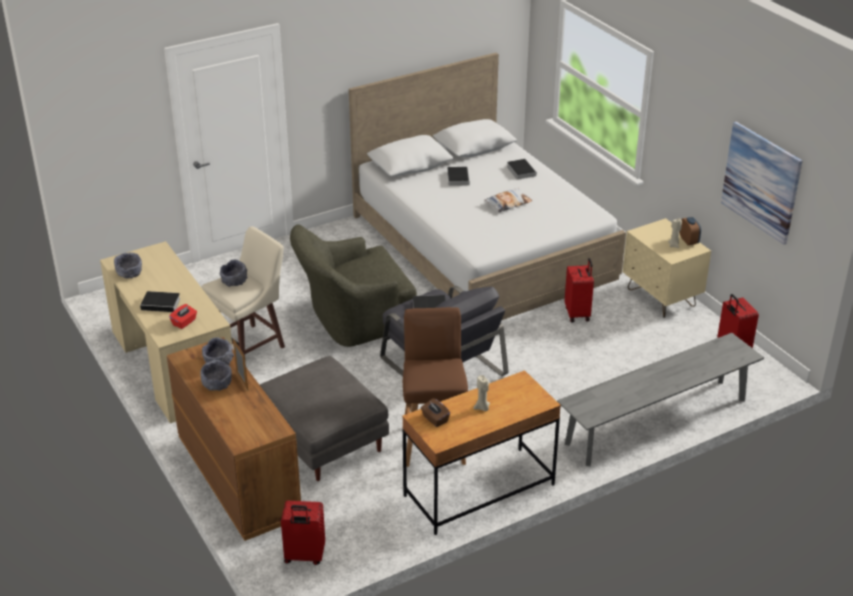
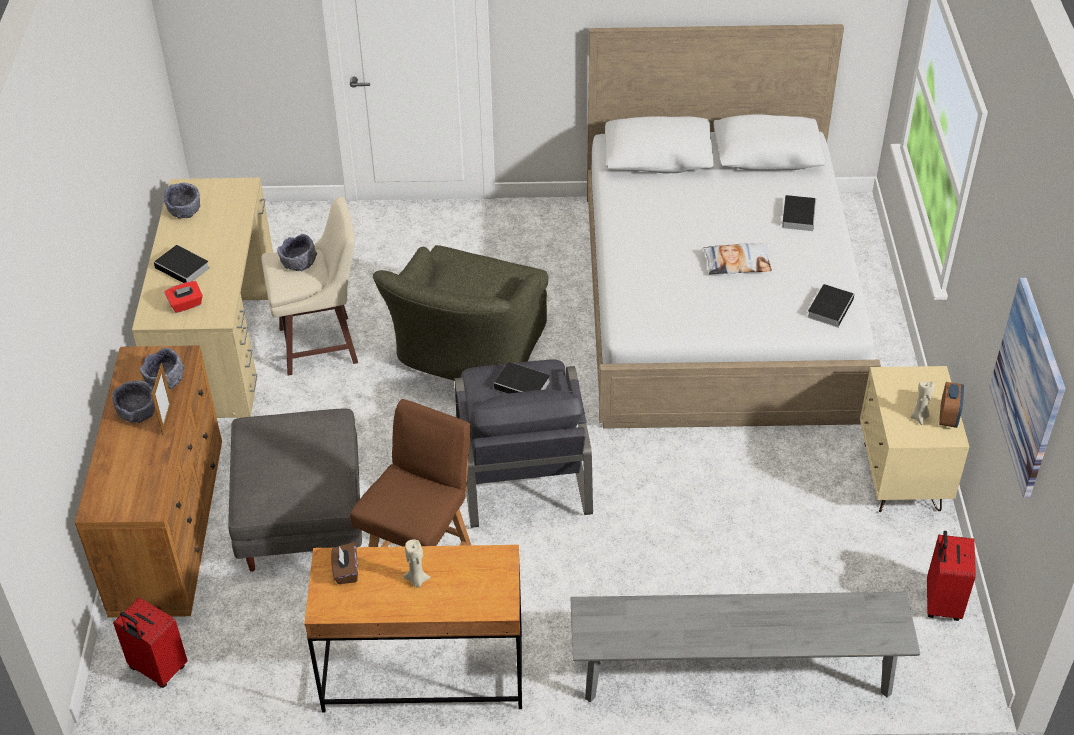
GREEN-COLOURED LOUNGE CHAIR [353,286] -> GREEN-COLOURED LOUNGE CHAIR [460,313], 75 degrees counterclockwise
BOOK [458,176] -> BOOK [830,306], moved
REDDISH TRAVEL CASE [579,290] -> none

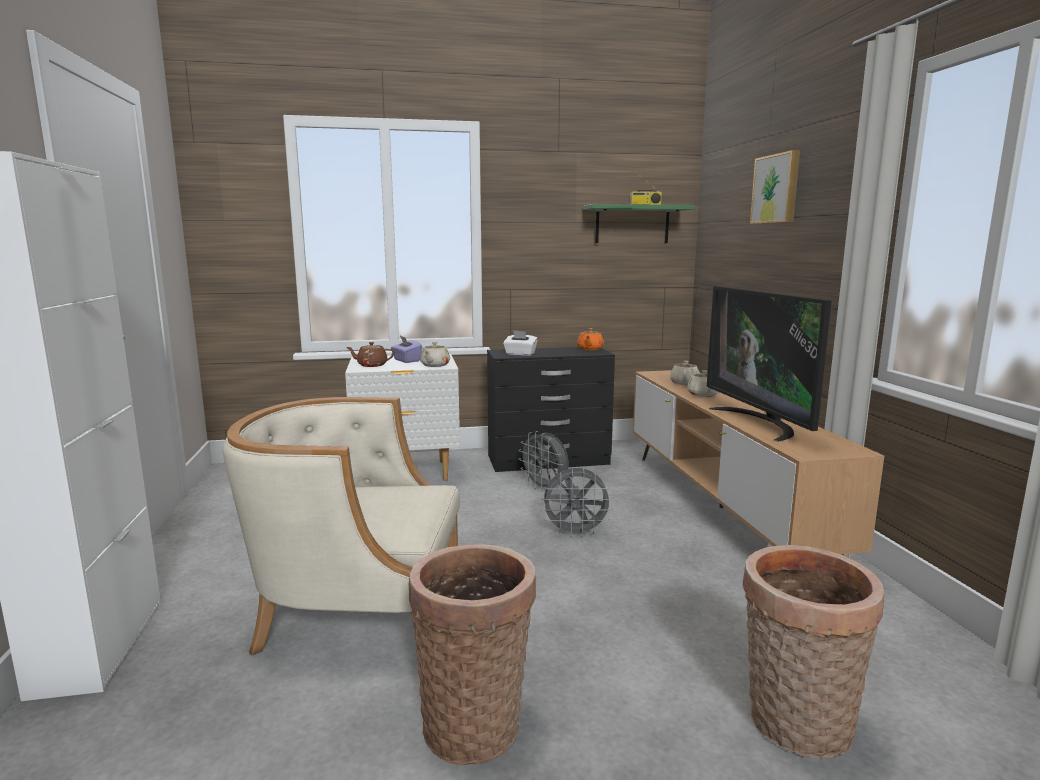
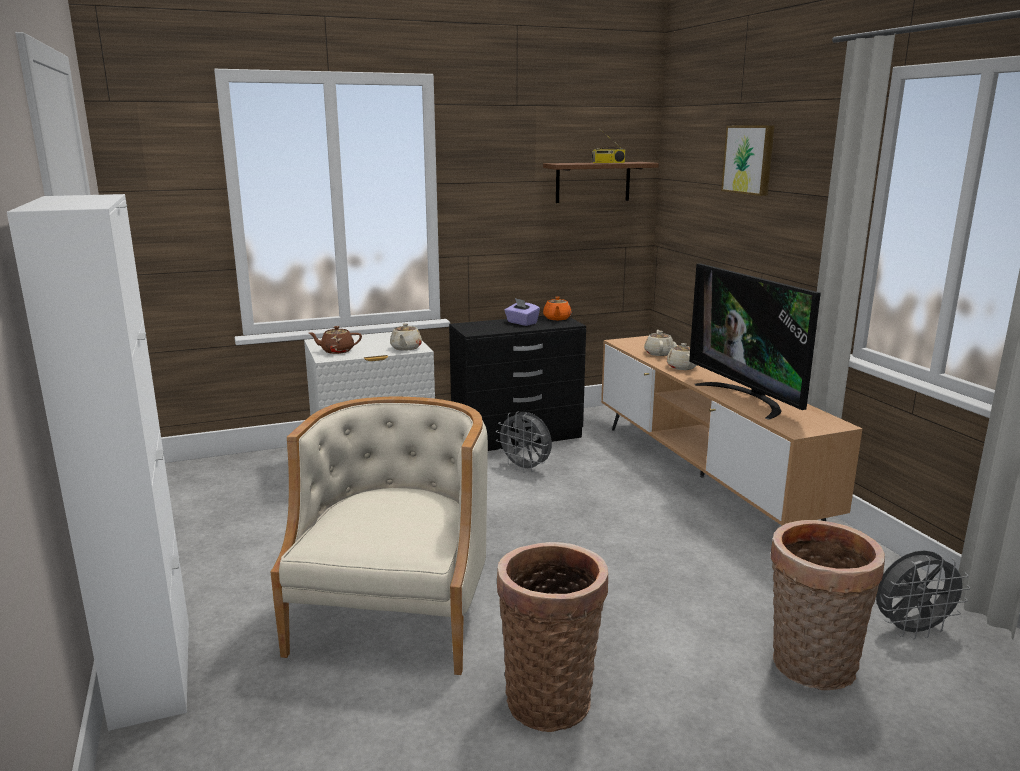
SAND-COLOURED LOUNGE CHAIR [341,526] -> SAND-COLOURED LOUNGE CHAIR [379,536], 105 degrees clockwise
PURPLE-COLOURED BOX OF TISSUES [406,349] -> PURPLE-COLOURED BOX OF TISSUES [522,312], moved
WHITE BOX OF TISSUES [520,343] -> none
GREYISH COOLING FAN [577,503] -> GREYISH COOLING FAN [923,594], moved
GREEN-COLOURED WALL SHELF [639,223] -> BROWN WALL SHELF [601,182]

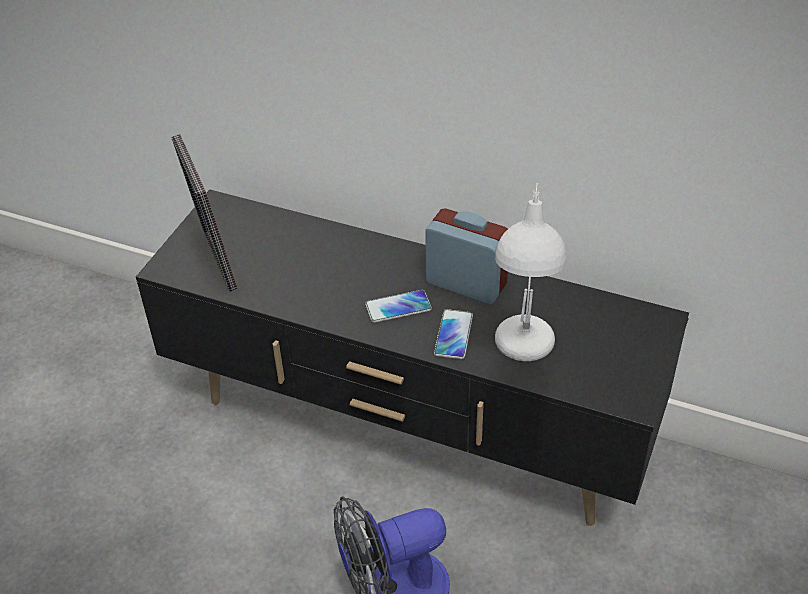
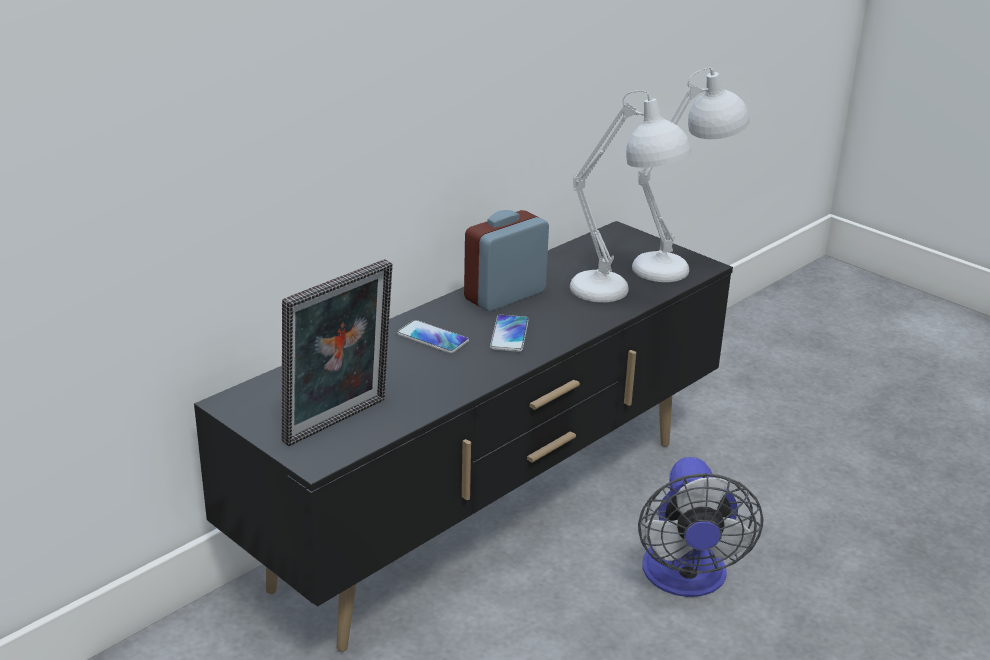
PICTURE FRAME [205,213] -> PICTURE FRAME [337,352], 45 degrees counterclockwise
TELEPHONE [453,334] -> TELEPHONE [433,337], moved
none -> WHITE LAMP FOR A TABLE [691,174]

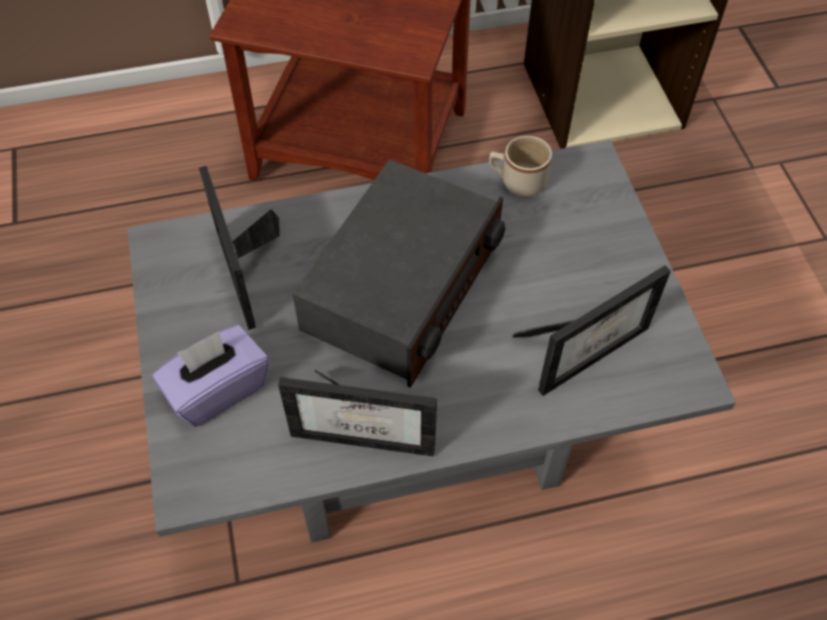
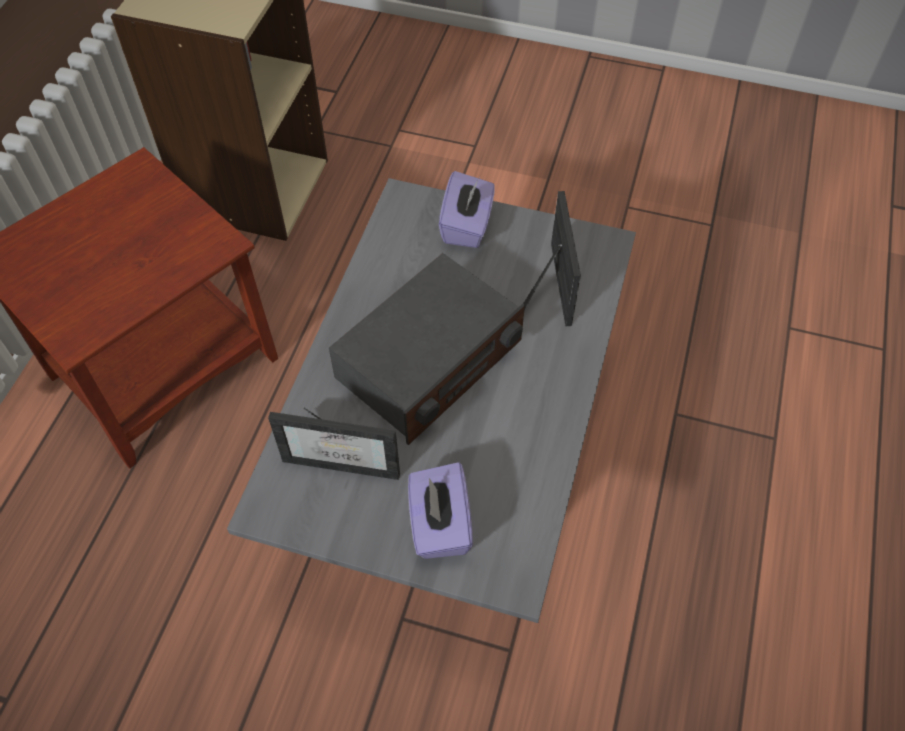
PICTURE FRAME [357,413] -> none
RADIO [399,273] -> RADIO [427,349], 75 degrees clockwise
SAND-COLOURED MUG [520,166] -> none
none -> PURPLE-COLOURED BOX OF TISSUES [467,209]

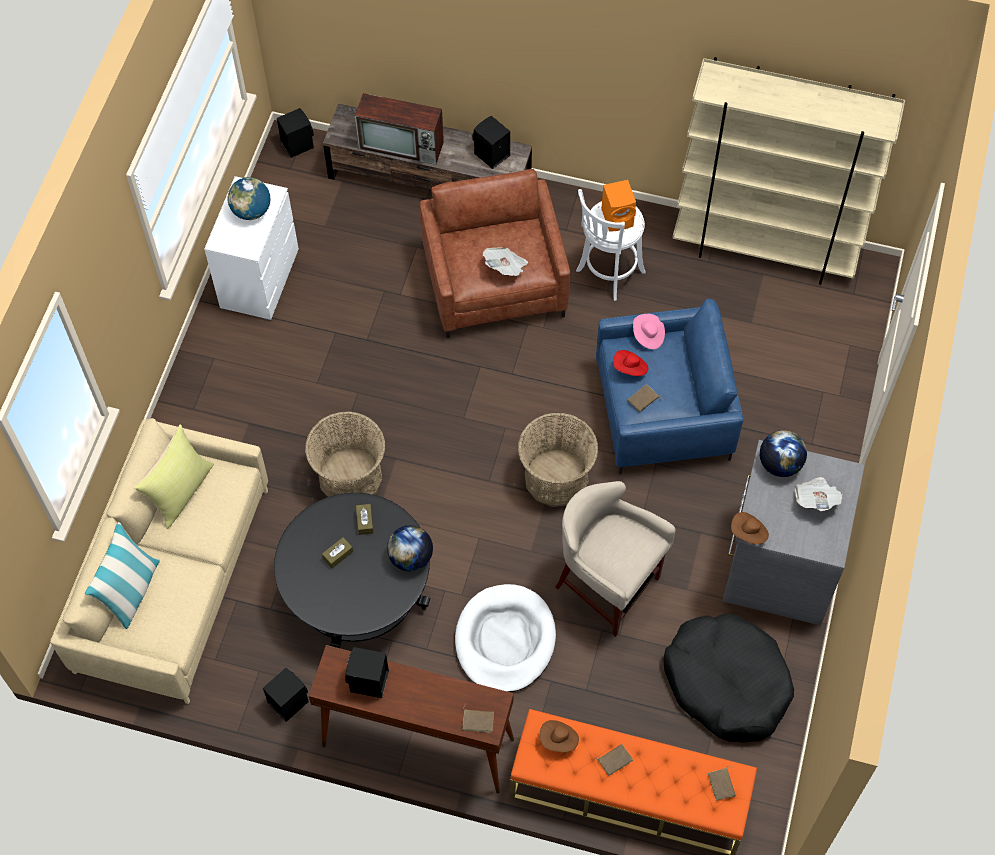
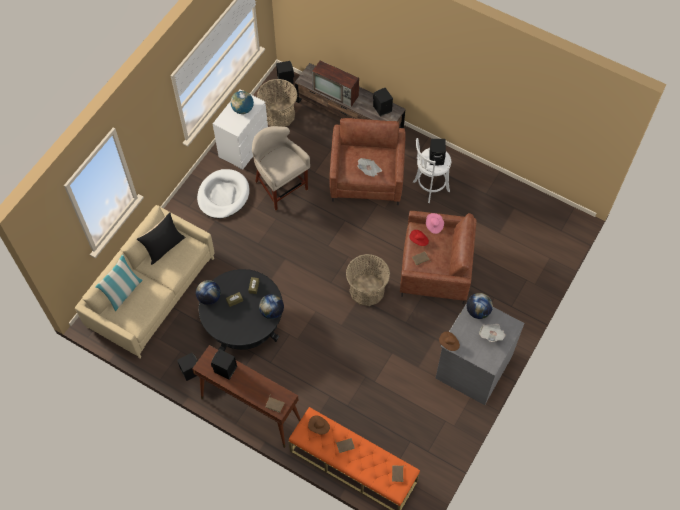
YELLOWISH THROW PILLOW [174,476] -> BLACK THROW PILLOW [161,238]
BASKET [345,454] -> BASKET [277,103], moved
WHITE DOG BED [505,638] -> WHITE DOG BED [223,194], moved
SAND-COLOURED SITTING STOOL [615,559] -> SAND-COLOURED SITTING STOOL [281,168], moved
BLUE-COLOURED LOUNGE CHAIR [669,386] -> BROWN LOUNGE CHAIR [438,257]
ORANGEY SPEAKER [618,206] -> BLACK SPEAKER [437,152]
BLACK DOG BED [728,678] -> none
SAND-COLOURED BOOKSHELF [788,171] -> none
none -> DESK GLOBE [208,292]

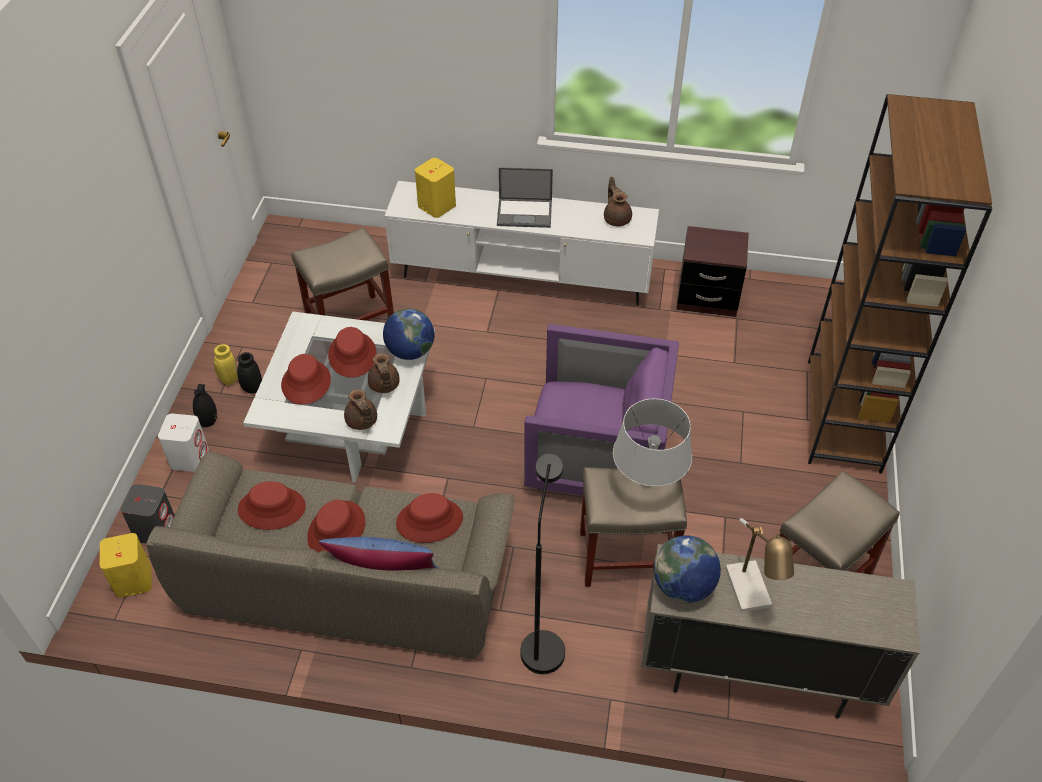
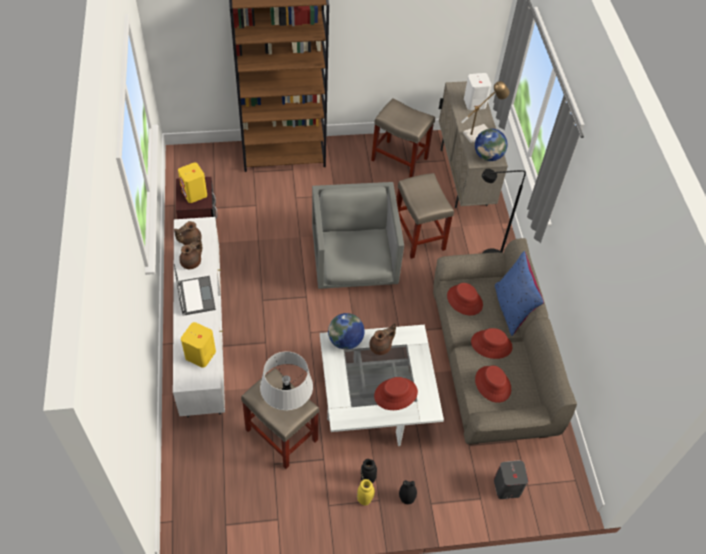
YELLOWISH SPEAKER [126,565] -> YELLOWISH SPEAKER [192,182], moved
WHITE SPEAKER [183,443] -> WHITE SPEAKER [477,91], moved
REDDISH HAT [352,352] -> none
BROWN POT FOR TEA [360,409] -> BROWN POT FOR TEA [190,252], moved
PURPLE-COLOURED LOUNGE CHAIR [601,409] -> GREYISH LOUNGE CHAIR [358,235]
GREYISH LAMP FOR A TABLE [652,442] -> GREYISH LAMP FOR A TABLE [286,380], moved

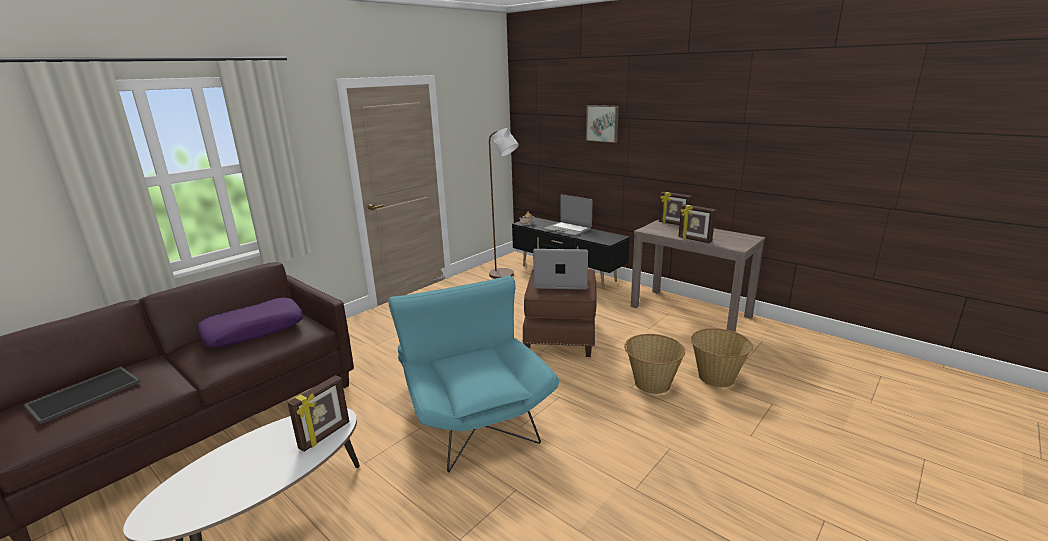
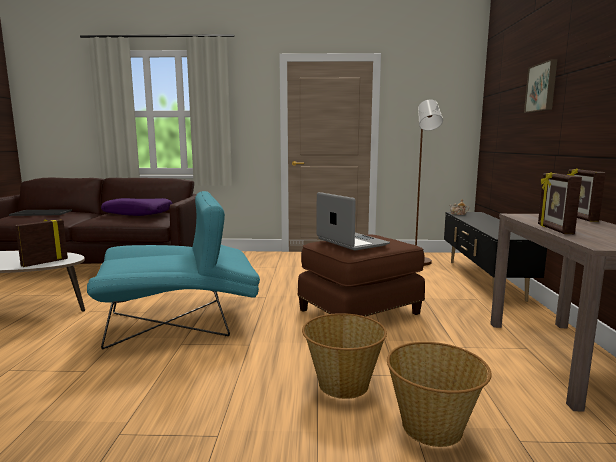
PICTURE FRAME [318,413] -> PICTURE FRAME [41,243], 135 degrees clockwise
BLUE-GREEN LOUNGE CHAIR [473,373] -> BLUE-GREEN LOUNGE CHAIR [173,270], 45 degrees clockwise
PORTABLE COMPUTER [568,215] -> none

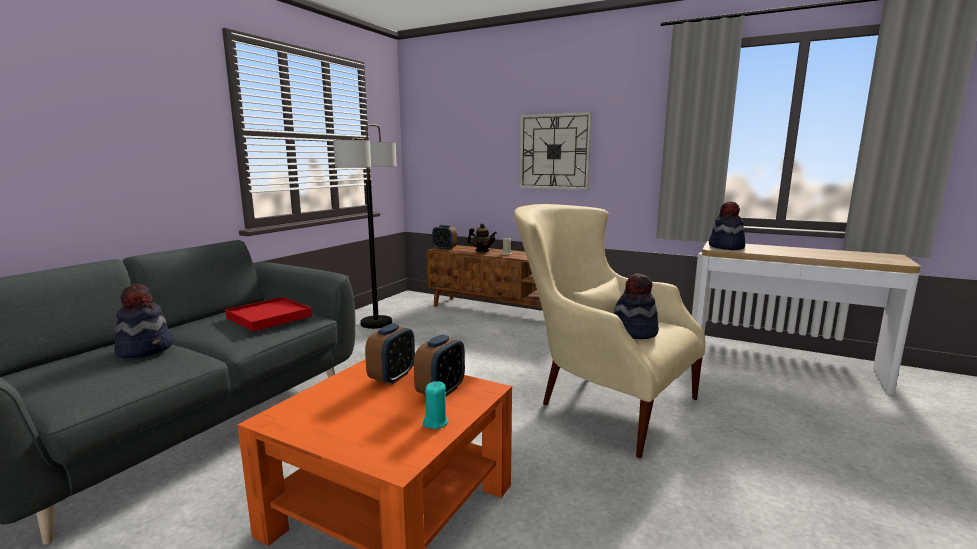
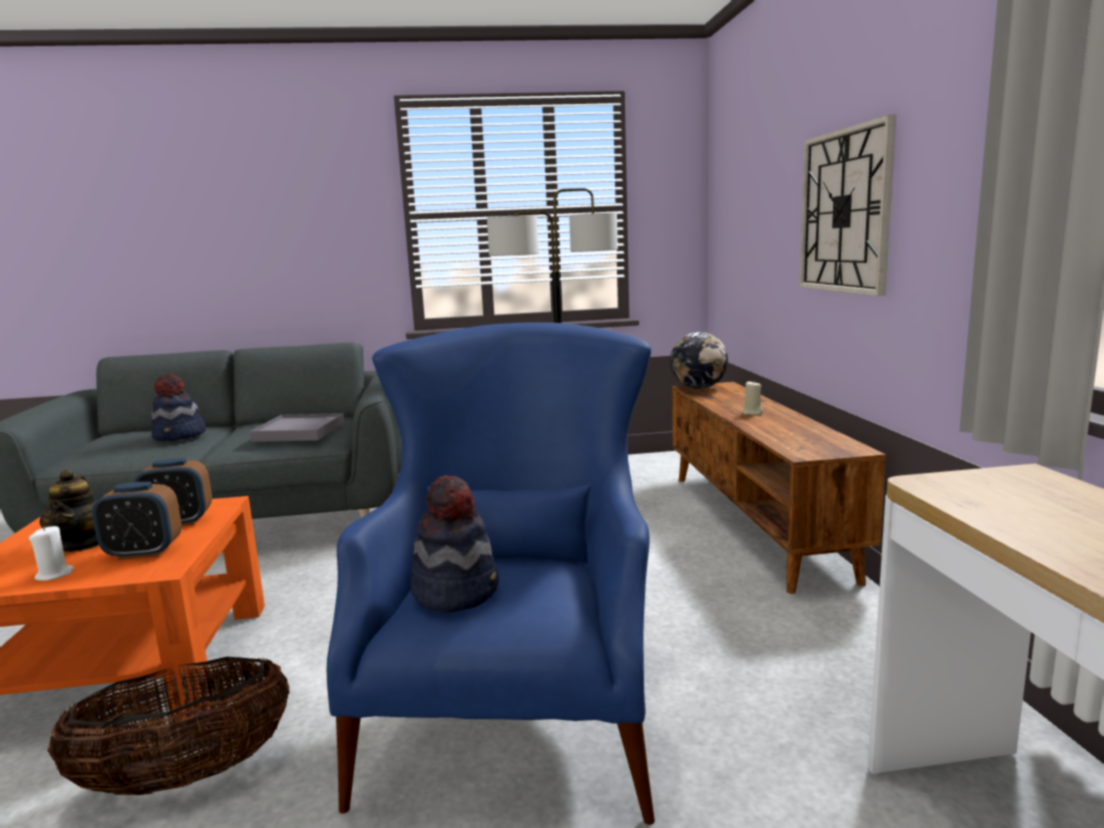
REDDISH SERVING TRAY [268,314] -> GREYISH SERVING TRAY [297,427]
BLUE-GREEN WAX LIGHT [436,405] -> WHITE WAX LIGHT [51,553]
TABLE CLOCK [444,237] -> DESK GLOBE [699,360]
POT FOR TEA [482,238] -> POT FOR TEA [69,510], moved
SAND-COLOURED LOUNGE CHAIR [609,331] -> BLUE-COLOURED LOUNGE CHAIR [491,573]
HAT [727,225] -> none
none -> BASKET [168,726]

